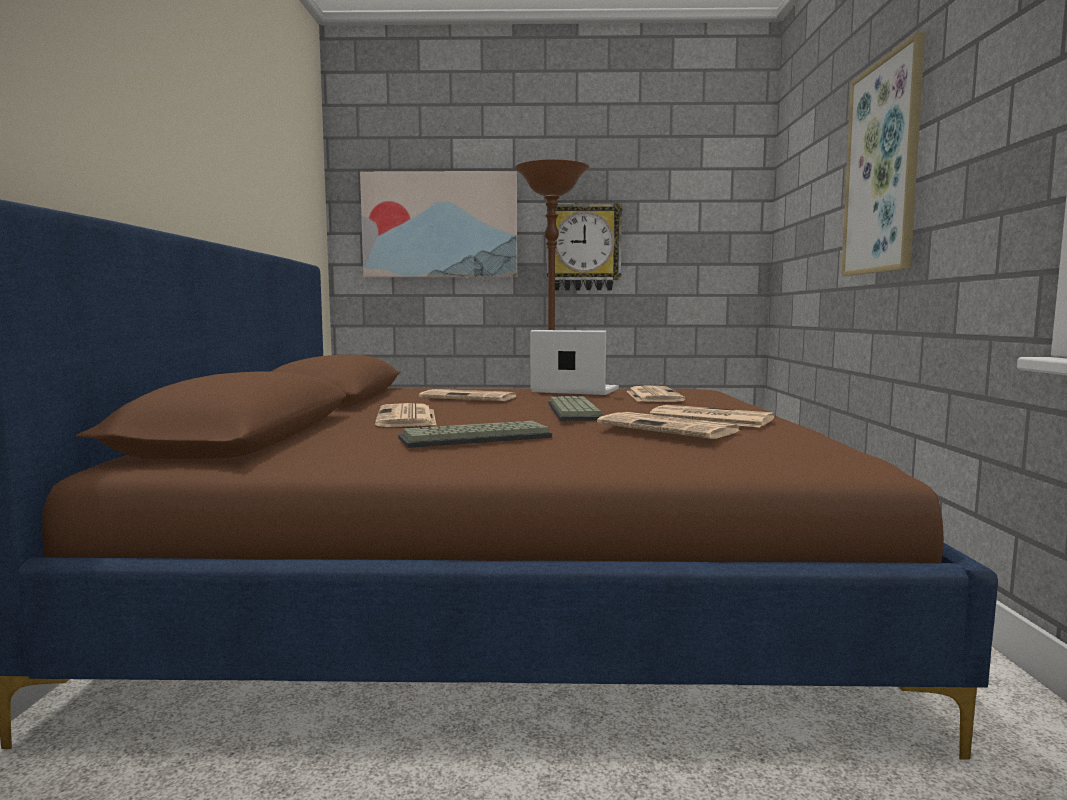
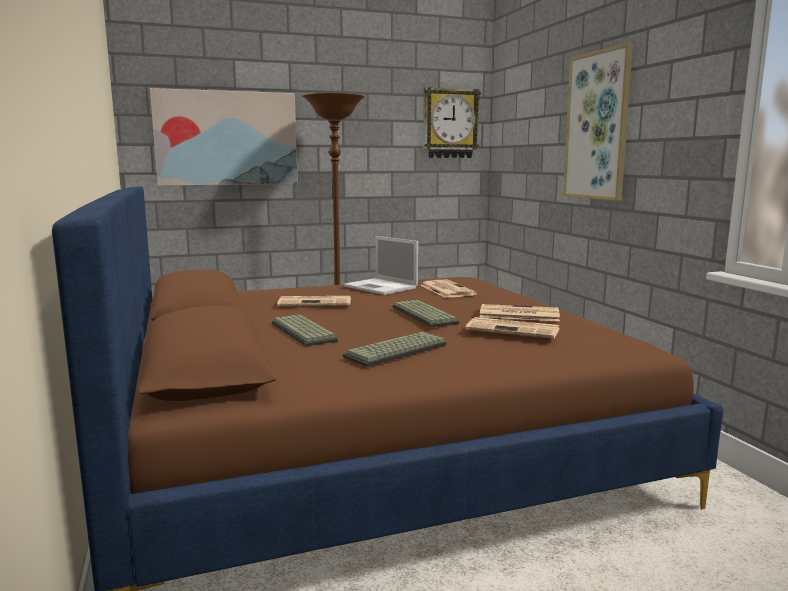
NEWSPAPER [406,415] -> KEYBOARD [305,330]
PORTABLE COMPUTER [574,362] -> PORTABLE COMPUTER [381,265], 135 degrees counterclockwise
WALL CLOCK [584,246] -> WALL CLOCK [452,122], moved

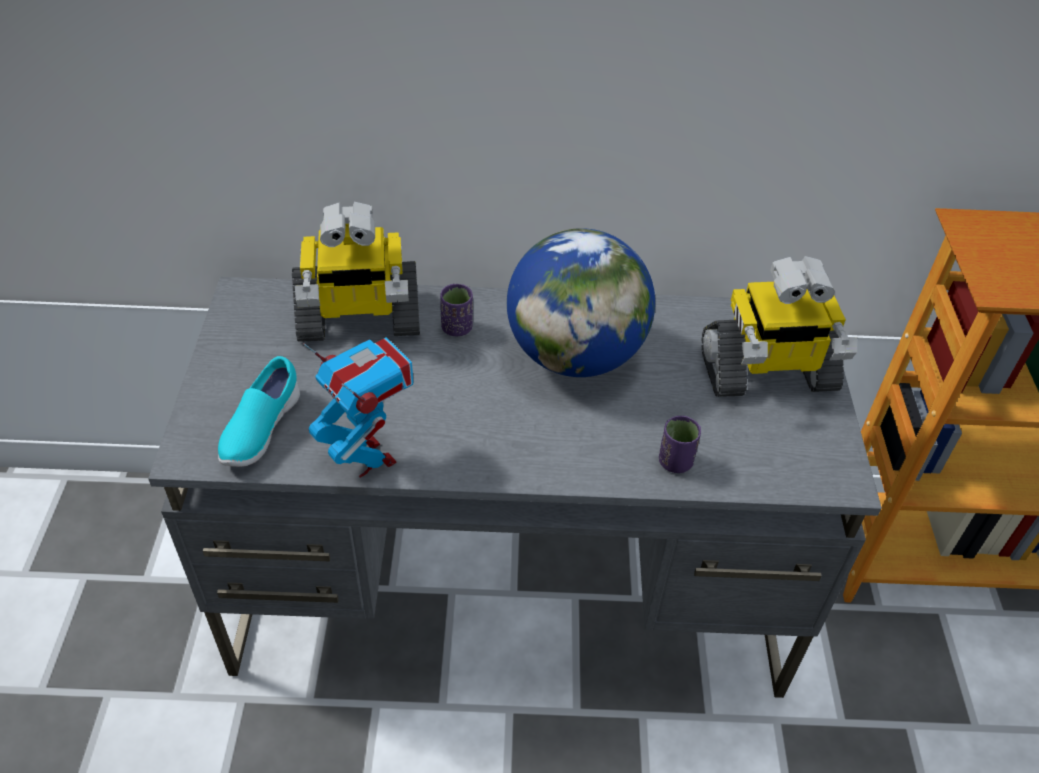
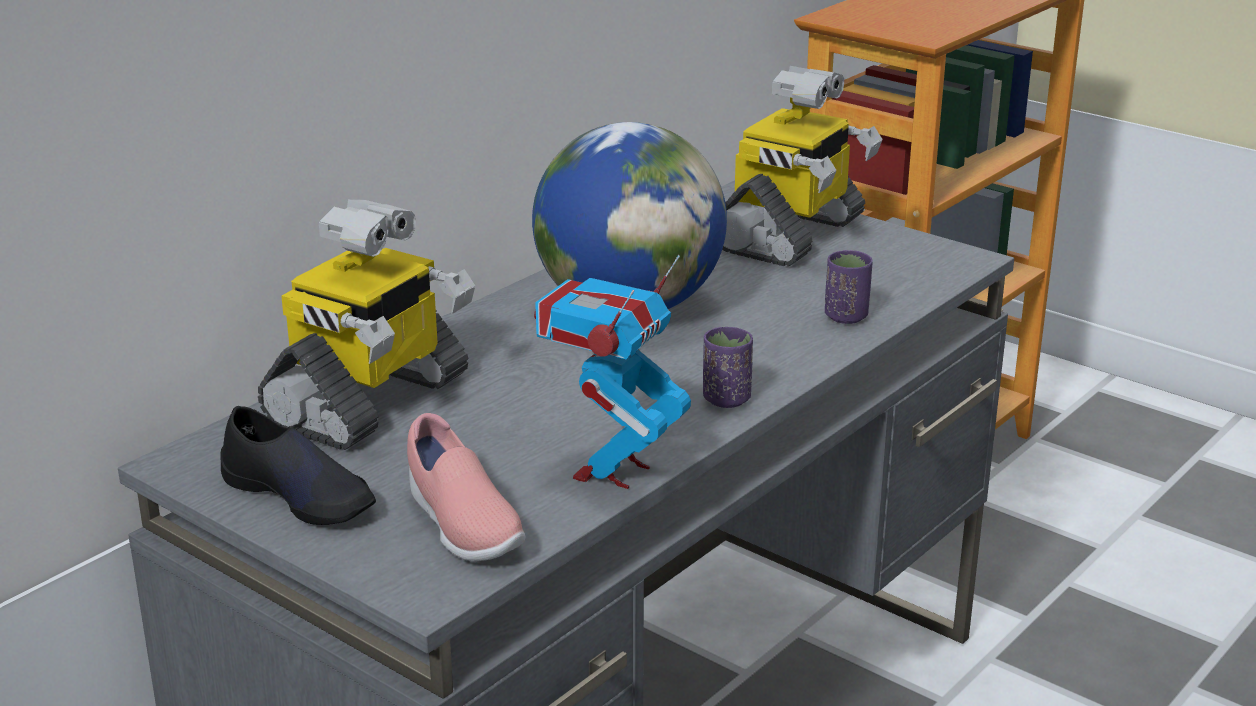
BLUE-GREEN LOW SHOE [259,411] -> PINKISH LOW SHOE [466,487]
ROBOT FIGURE [358,407] -> ROBOT FIGURE [612,372], 60 degrees counterclockwise
PURPLE-COLOURED SMALL CUP [456,310] -> PURPLE-COLOURED SMALL CUP [728,367], moved
none -> BLACK LOW SHOE [298,465]

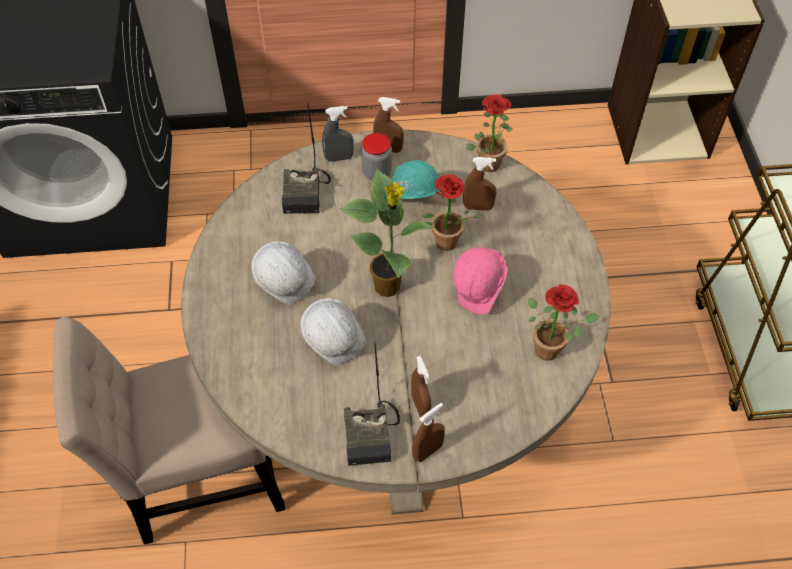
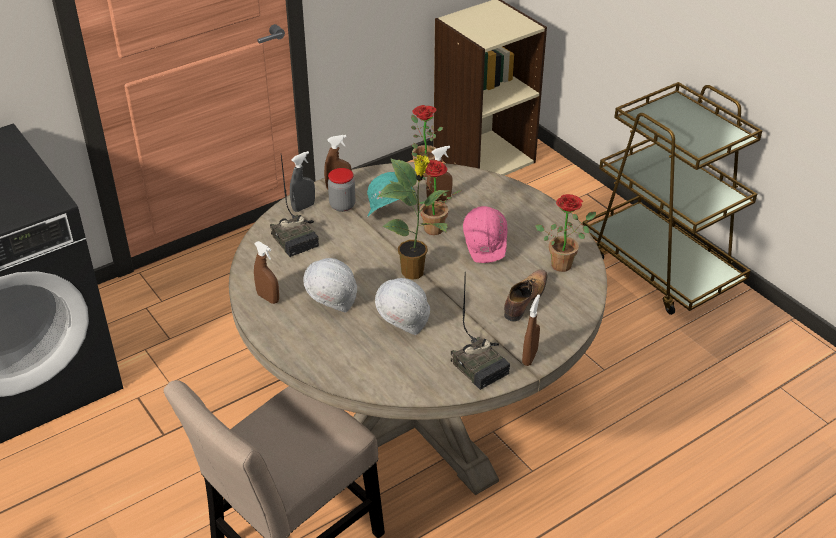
BROWN SPRAYER [421,387] -> BROWN SPRAYER [266,272], moved
none -> LOW SHOE [525,295]

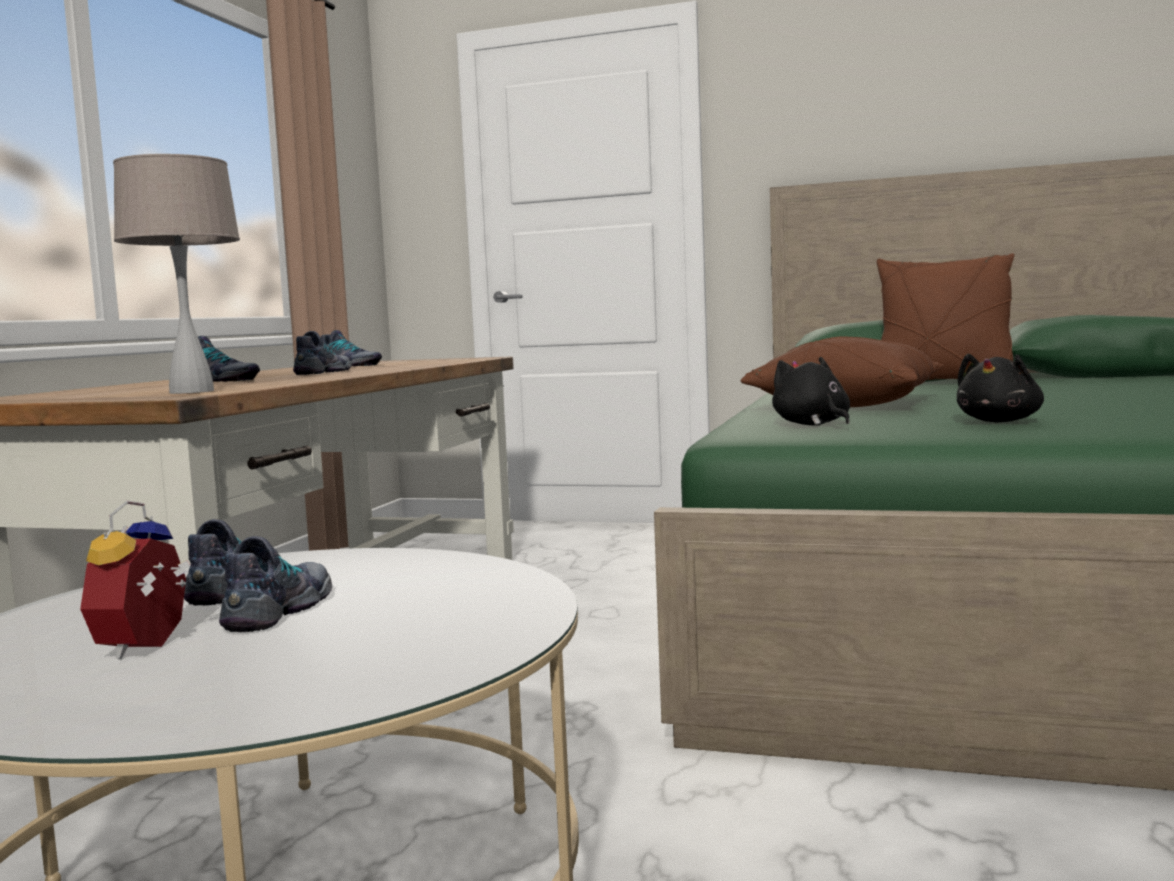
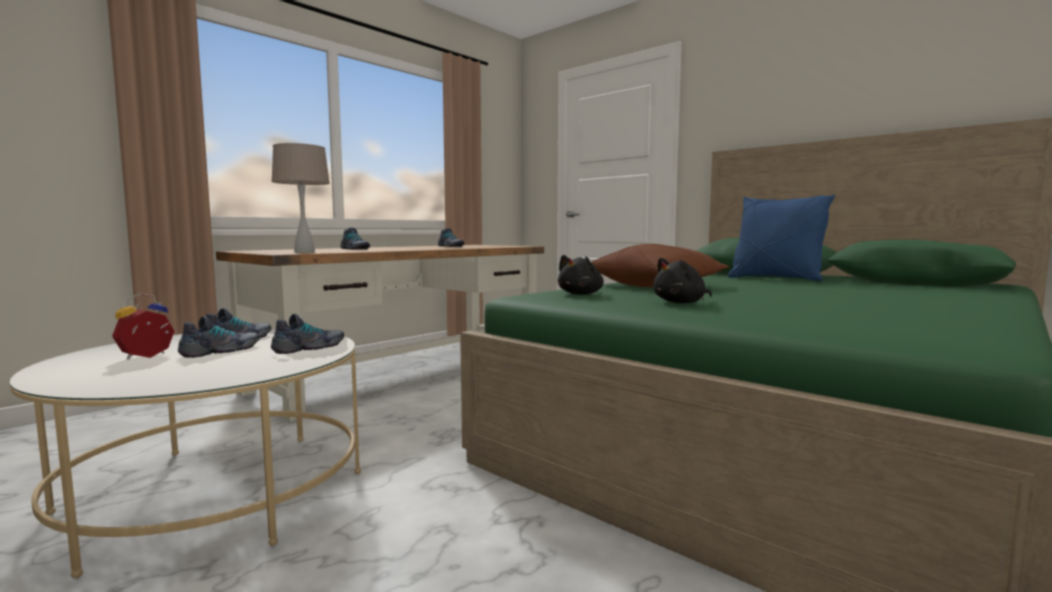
LOW SHOE [322,353] -> LOW SHOE [307,334], moved
BLACK PLUSH TOY [811,391] -> BLACK PLUSH TOY [581,275], 150 degrees counterclockwise
BROWN THROW PILLOW [945,316] -> BLUE-COLOURED THROW PILLOW [781,238]

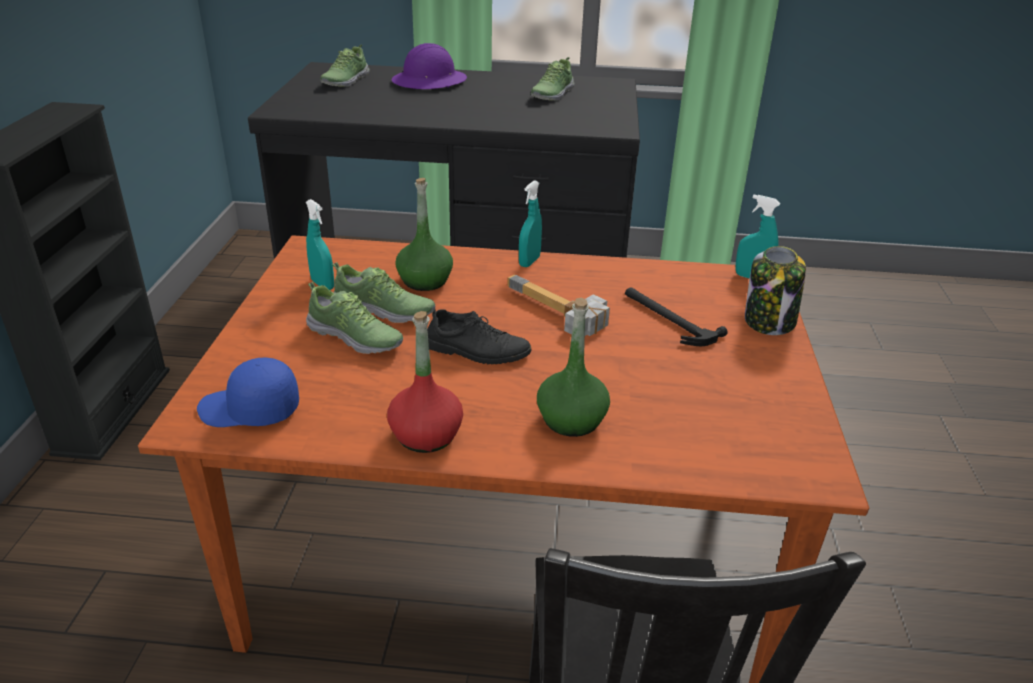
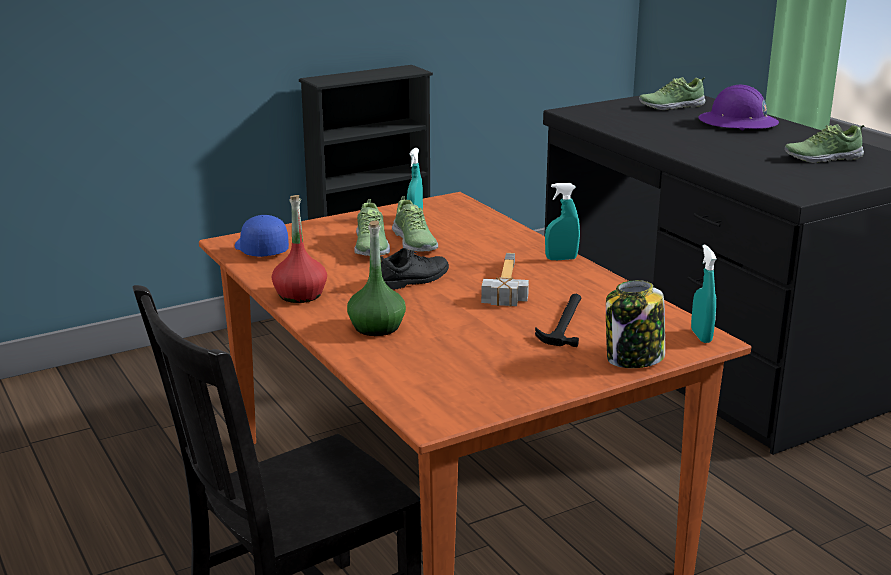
GREEN-COLOURED BOTTLE [424,234] -> none
BLACK LOW SHOE [479,336] -> BLACK LOW SHOE [414,269], 105 degrees counterclockwise

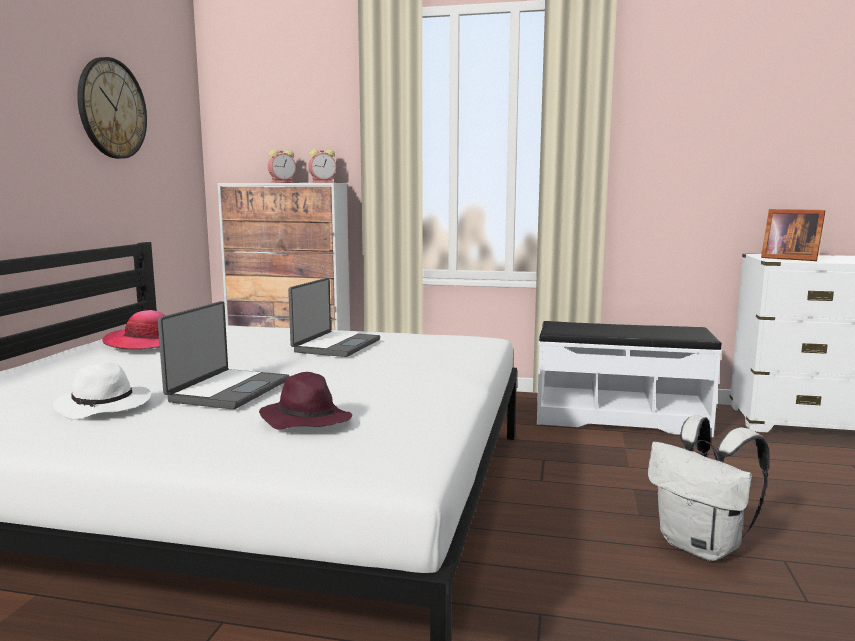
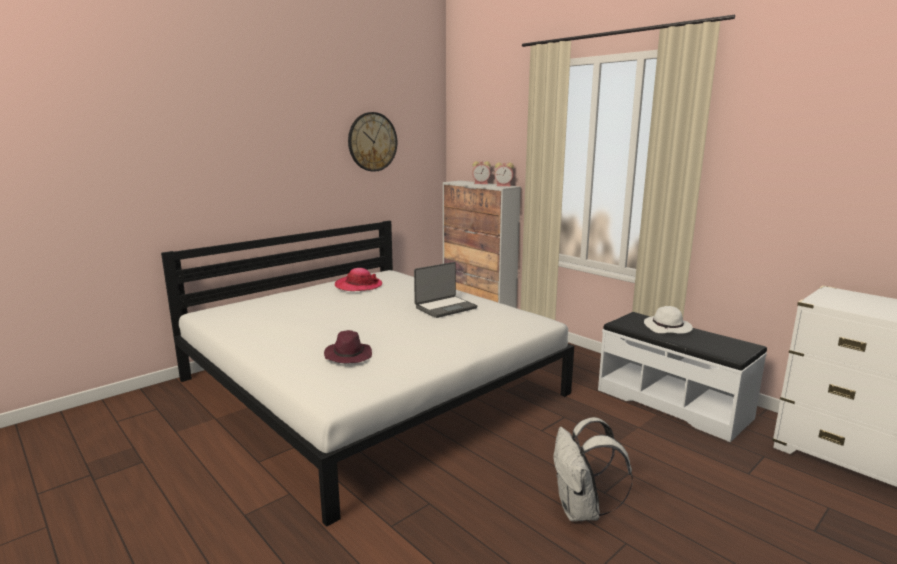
WHITE HAT [102,390] -> WHITE HAT [668,320], moved
PORTABLE COMPUTER [223,355] -> none
PICTURE FRAME [793,235] -> none

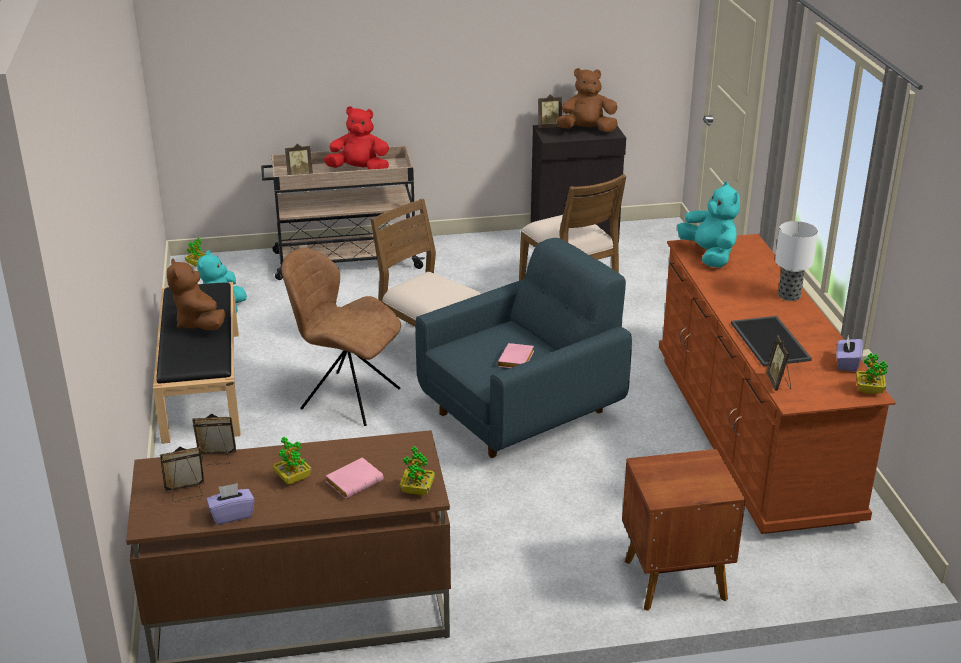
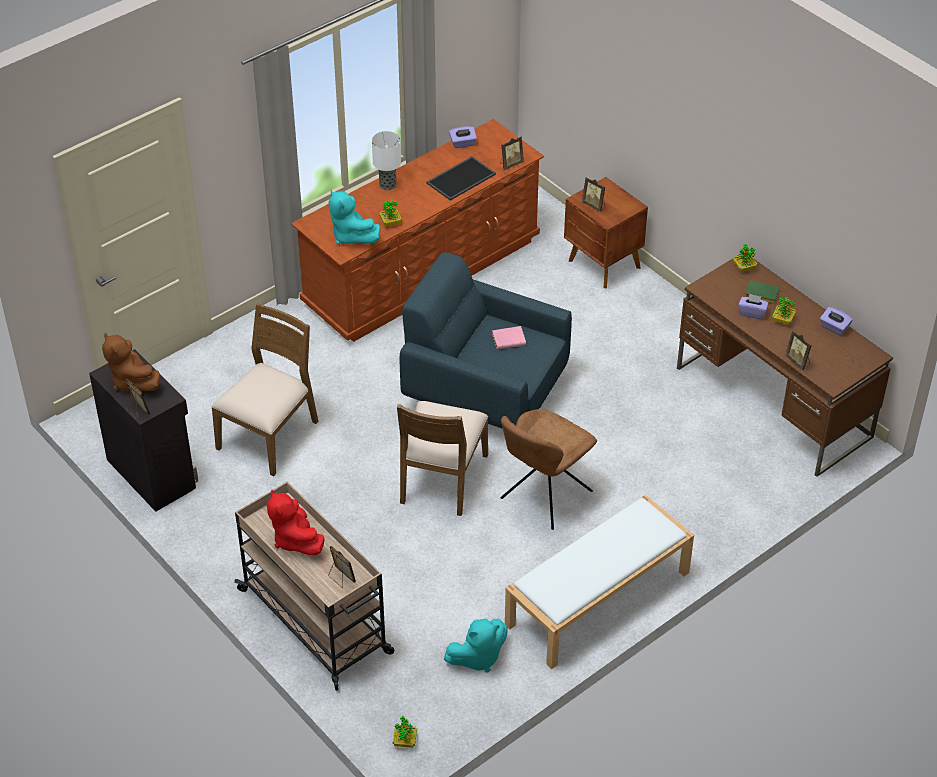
BLACK LONG SEAT [197,363] -> WHITE LONG SEAT [599,582]
PICTURE FRAME [182,474] -> PICTURE FRAME [593,194], moved
BROWN PLUSH TOY [196,294] -> none
BROWN PLAIN CHAIR [341,337] -> BROWN PLAIN CHAIR [549,469], 45 degrees clockwise
PINKISH BOOK [355,478] -> GREEN-COLOURED BOOK [762,292]
BLUE-GREEN PLUSH TOY [708,224] -> BLUE-GREEN PLUSH TOY [354,217], 75 degrees counterclockwise
POTTED PLANT [872,373] -> POTTED PLANT [390,213], moved
none -> PURPLE-COLOURED BOX OF TISSUES [753,306]

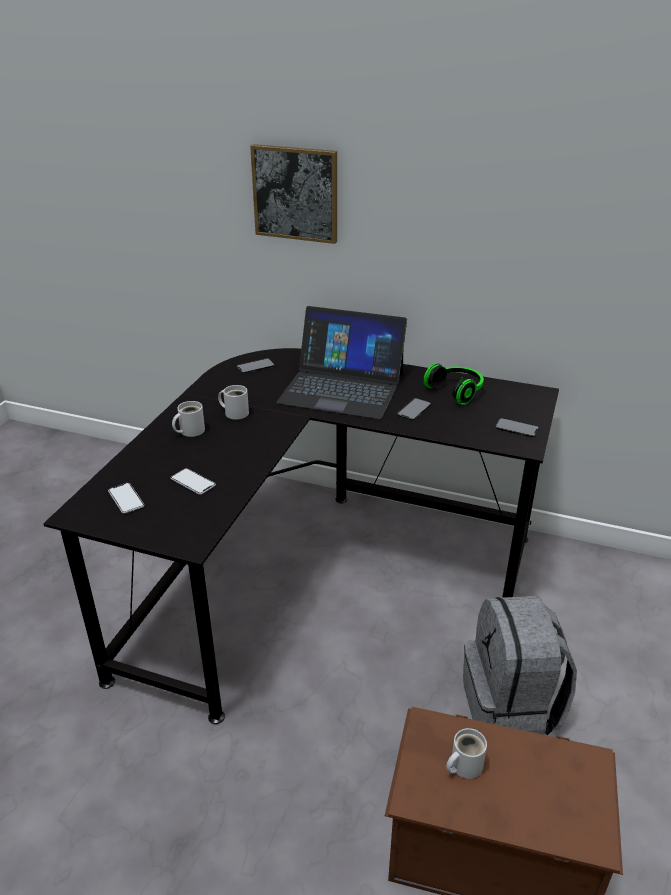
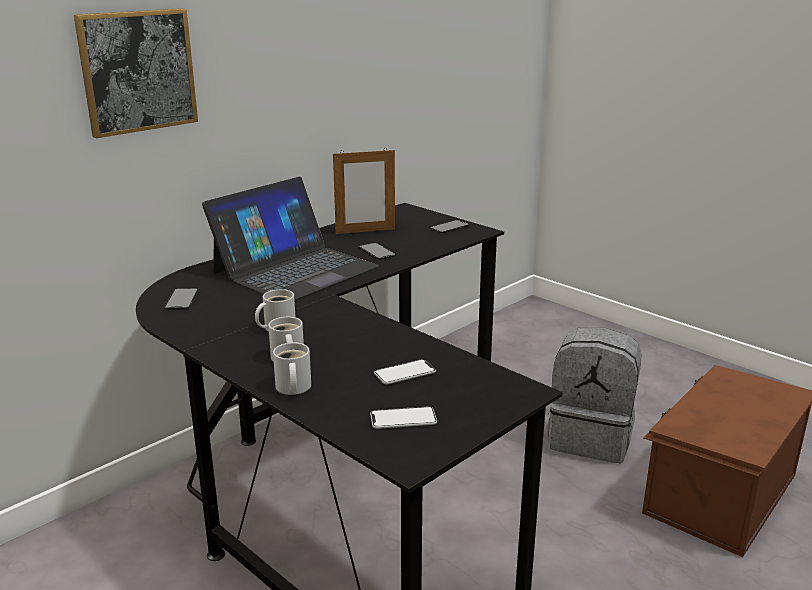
HEADSET [453,384] -> PICTURE FRAME [364,192]
WHITE MUG [466,753] -> WHITE MUG [292,369], moved

